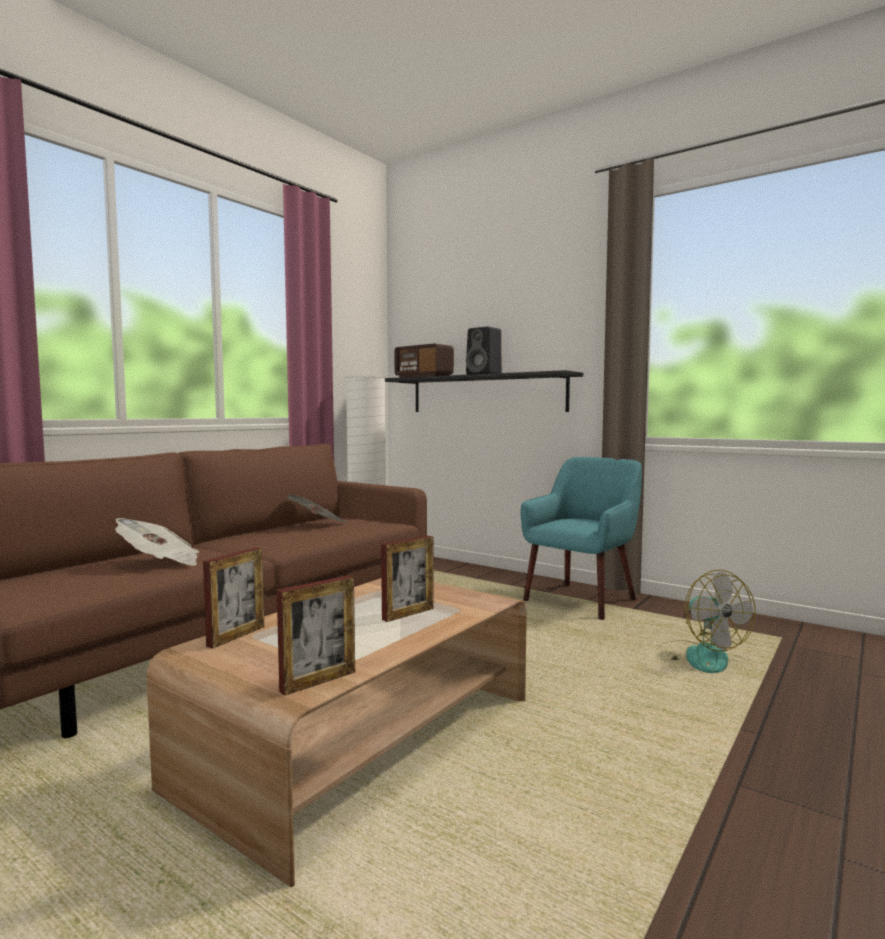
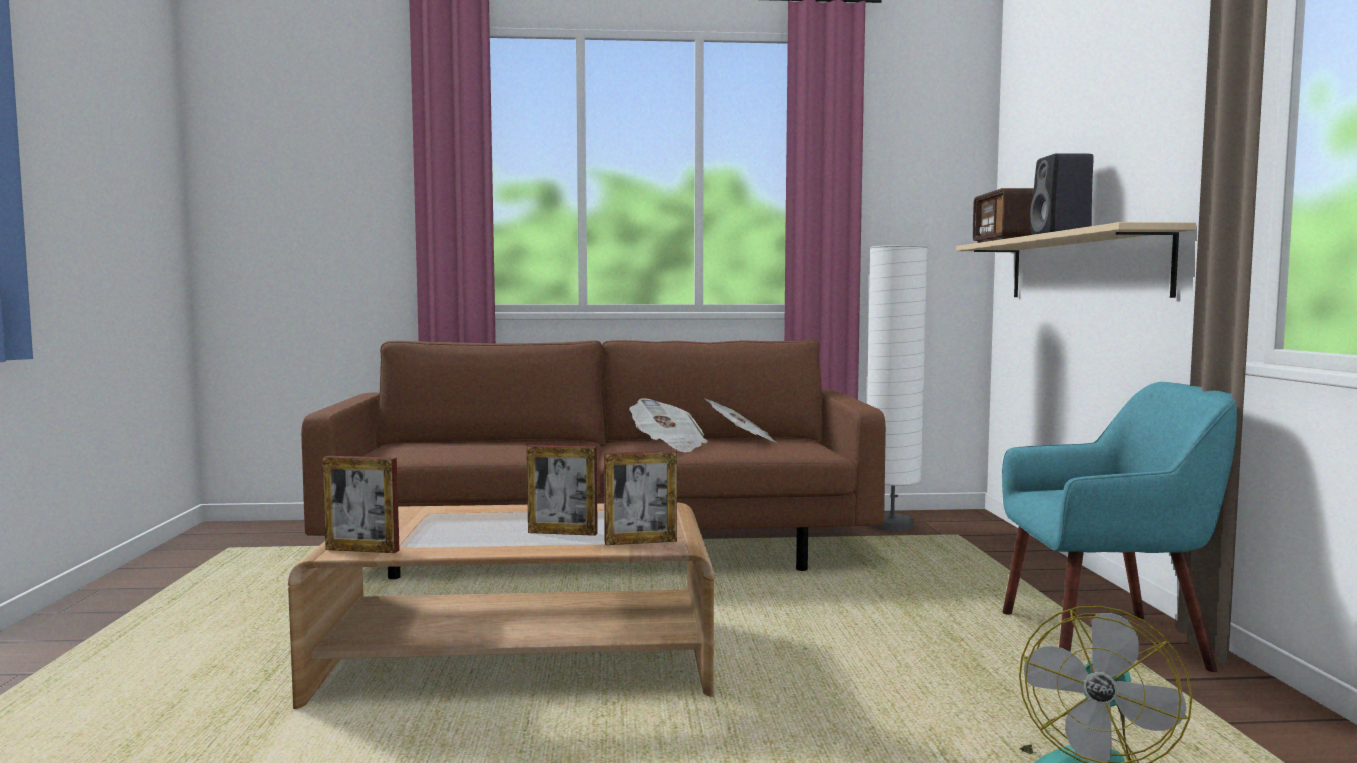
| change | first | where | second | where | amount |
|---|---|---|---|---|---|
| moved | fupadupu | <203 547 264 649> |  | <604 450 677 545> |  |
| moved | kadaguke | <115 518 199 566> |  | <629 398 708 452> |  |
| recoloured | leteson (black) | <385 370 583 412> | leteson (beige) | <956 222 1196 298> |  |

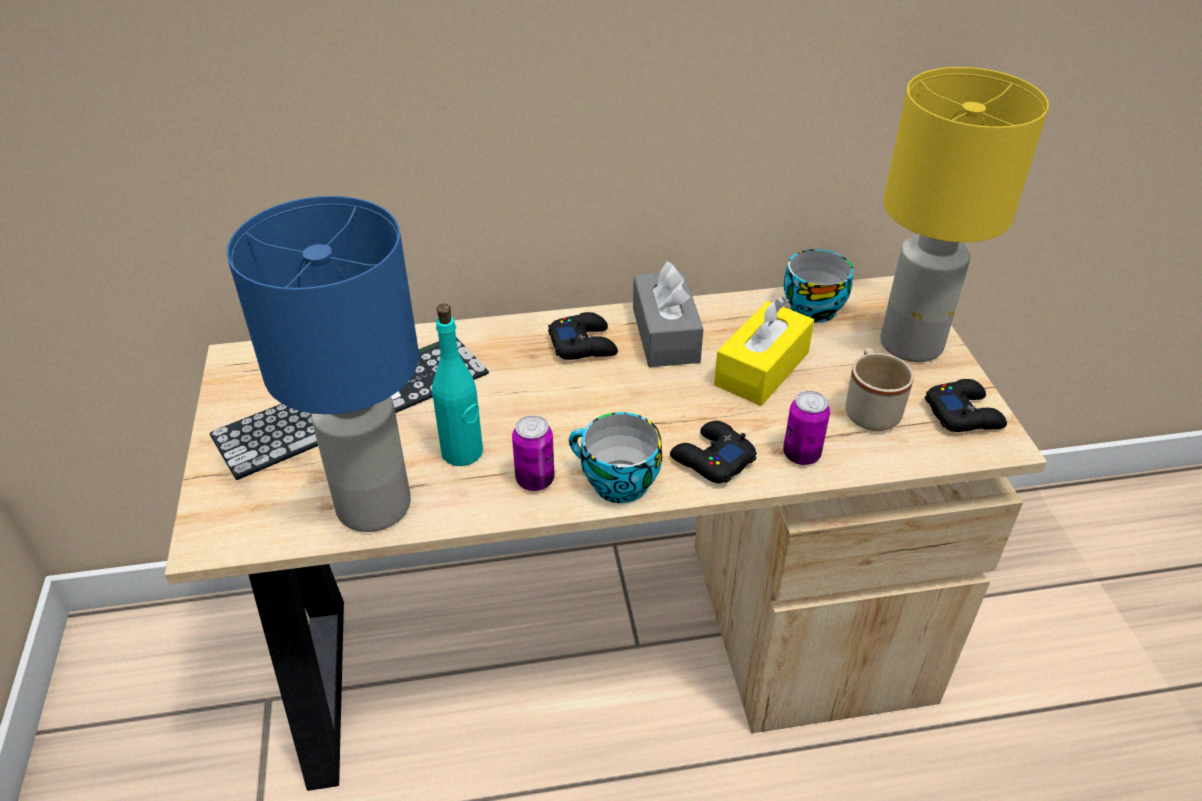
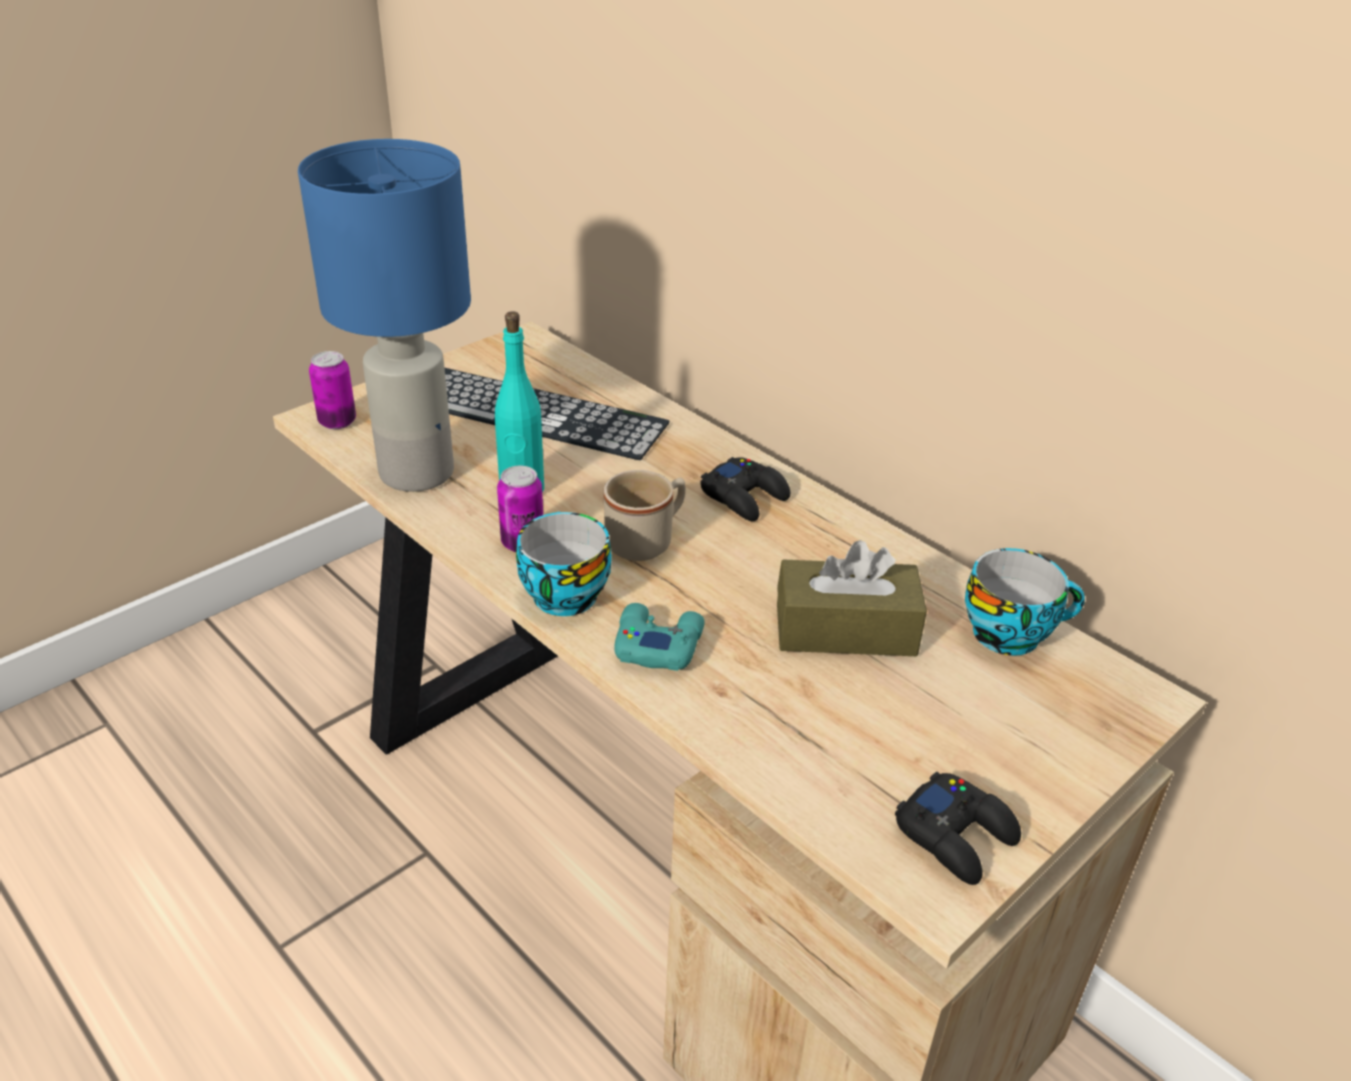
| change | first | where | second | where | amount |
|---|---|---|---|---|---|
| moved | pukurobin | <783 391 830 465> |  | <309 351 356 429> |  |
| moved | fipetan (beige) | <846 348 914 431> |  | <604 470 685 561> |  |
| recoloured | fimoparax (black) | <670 421 757 483> | fimoparax (turquoise) | <614 603 704 671> |  |
| recoloured | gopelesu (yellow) | <714 296 814 406> | gopelesu (brown) | <777 540 927 656> |  |
| removed | gopelesu (grey) | <633 261 703 367> |  |  |  |
| removed | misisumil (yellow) | <880 67 1049 362> |  |  |  |

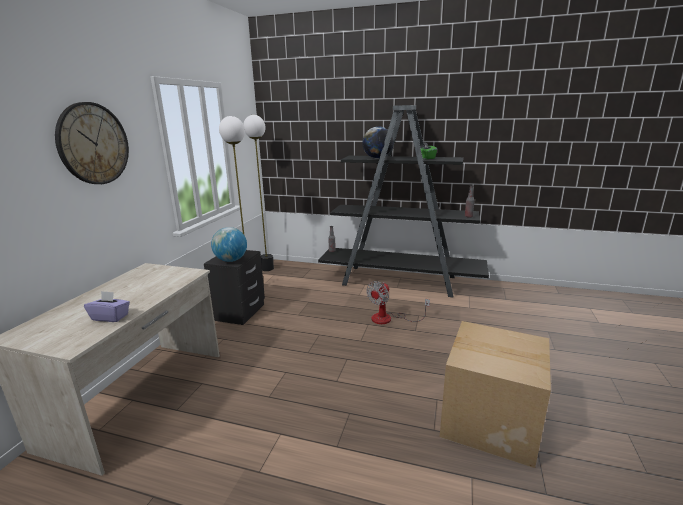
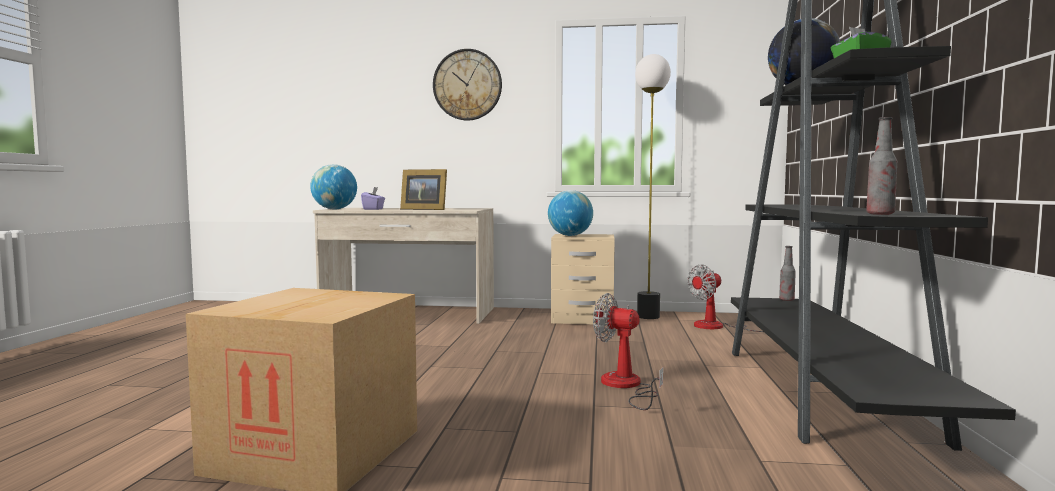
| change | first | where | second | where | amount |
|---|---|---|---|---|---|
| added |  |  | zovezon | <310 164 357 210> |  |
| added |  |  | fupadupu | <400 169 447 210> |  |
| recoloured | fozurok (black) | <204 250 265 325> | fozurok (beige) | <551 234 615 324> |  |
| added |  |  | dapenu | <687 264 763 332> |  |
| removed | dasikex | <243 115 274 271> |  |  |  |

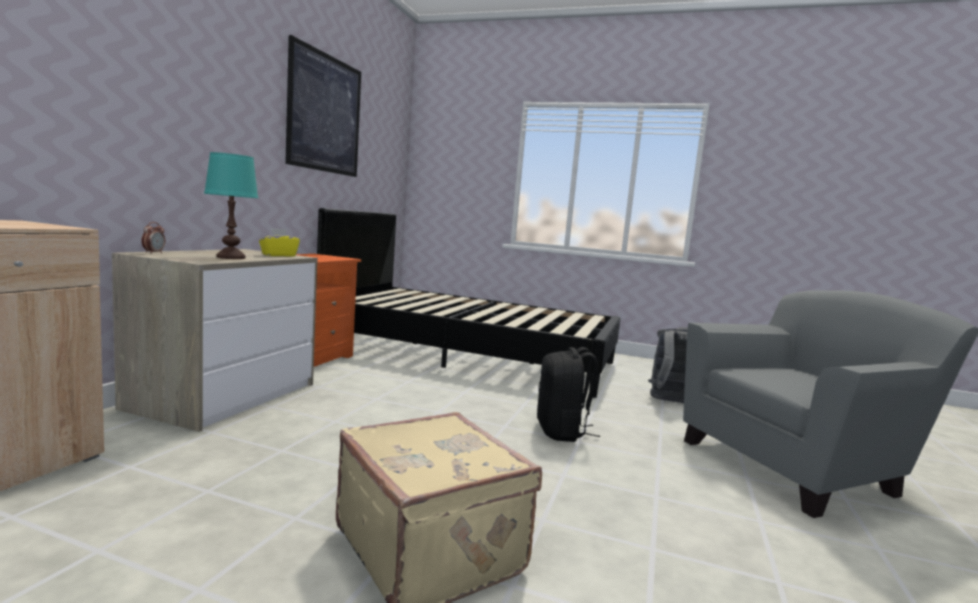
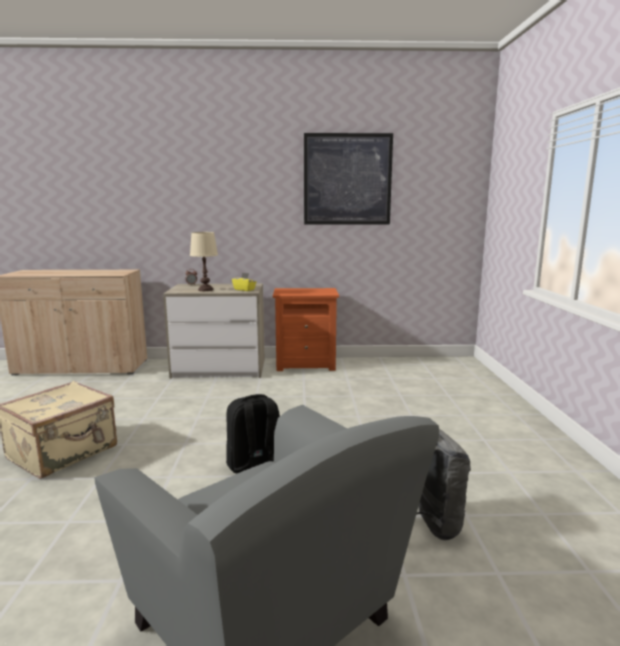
| change | first | where | second | where | amount |
|---|---|---|---|---|---|
| recoloured | misisumil (turquoise) | <204 152 258 259> | misisumil (beige) | <190 232 218 291> |  |
| removed | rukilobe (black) | <317 208 620 398> |  |  |  |

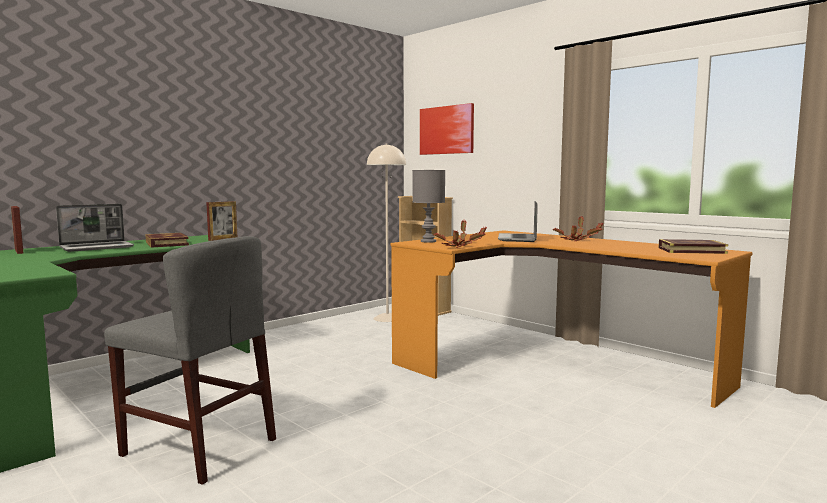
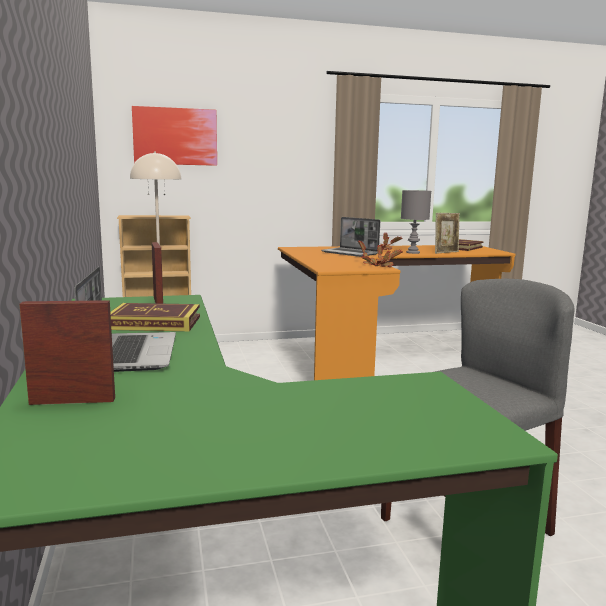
| change | first | where | second | where | amount |
|---|---|---|---|---|---|
| moved | misisumil (grey) | <412 170 445 243> |  | <401 190 431 254> |  |
| added |  |  | fupadupu | <435 213 460 254> |  |

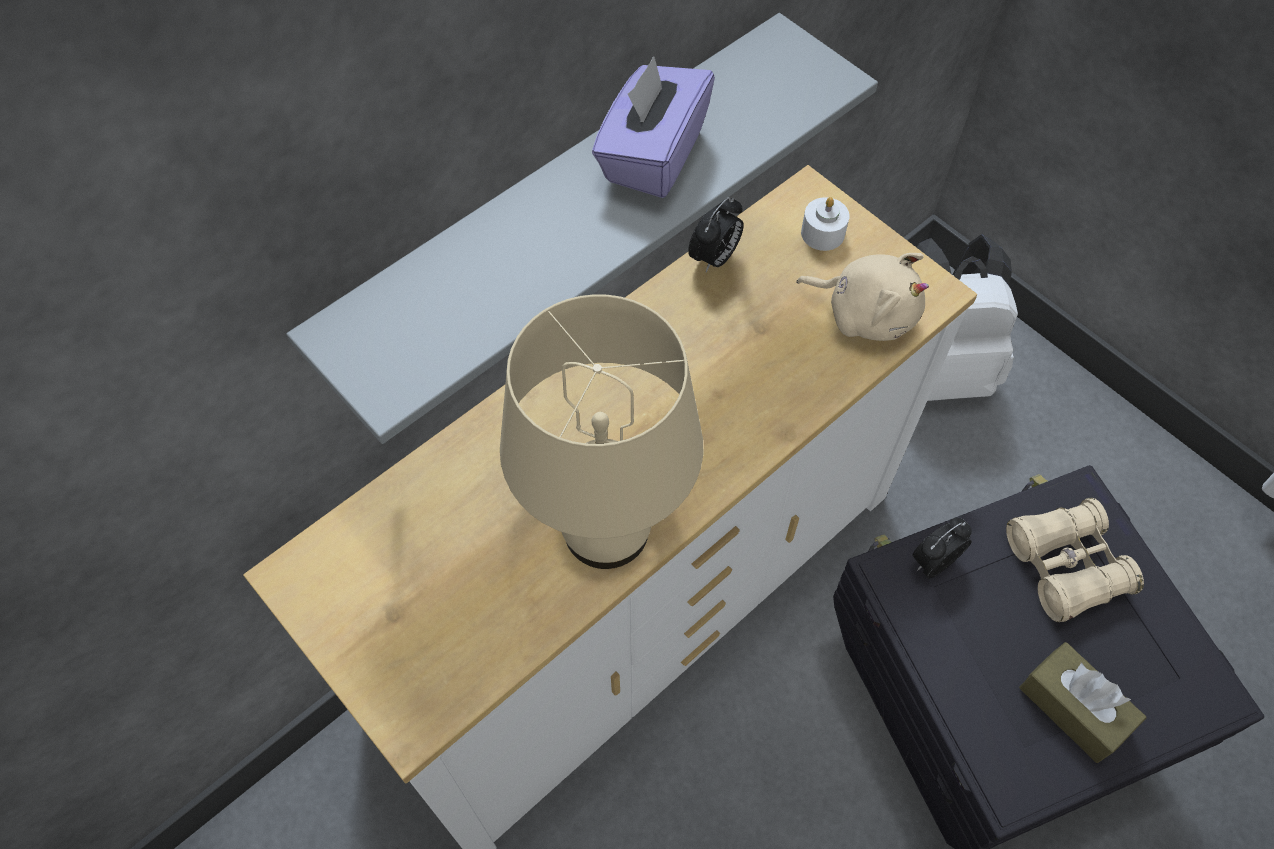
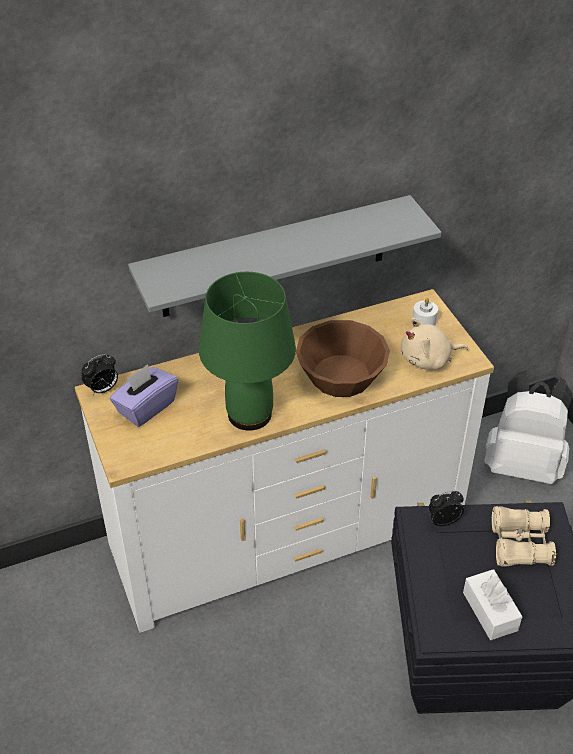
| change | first | where | second | where | amount |
|---|---|---|---|---|---|
| moved | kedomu | <688 197 744 272> |  | <81 354 118 395> |  |
| moved | gopelesu (purple) | <592 56 715 198> |  | <110 364 178 427> |  |
| recoloured | misisumil (beige) | <500 294 703 569> | misisumil (green) | <199 272 296 431> |  |
| added |  |  | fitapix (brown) | <296 320 390 397> |  |
| turned | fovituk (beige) | <796 253 929 341> |  | <401 317 468 370> | 120 degrees clockwise |
| recoloured | gopelesu (brown) | <1019 642 1147 763> | gopelesu (white) | <463 569 523 640> |  |

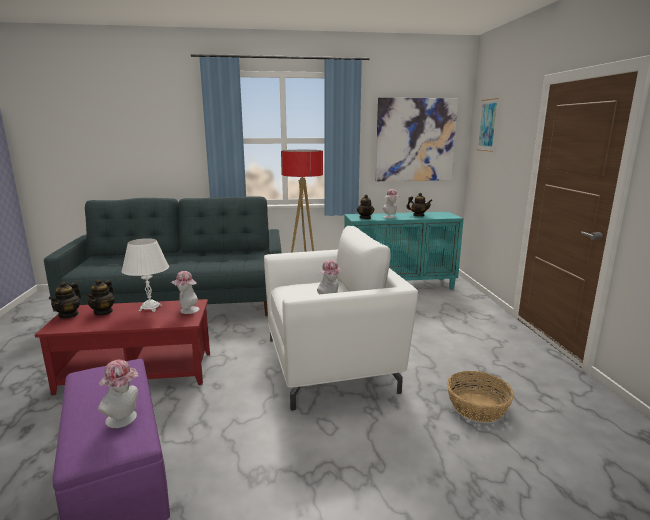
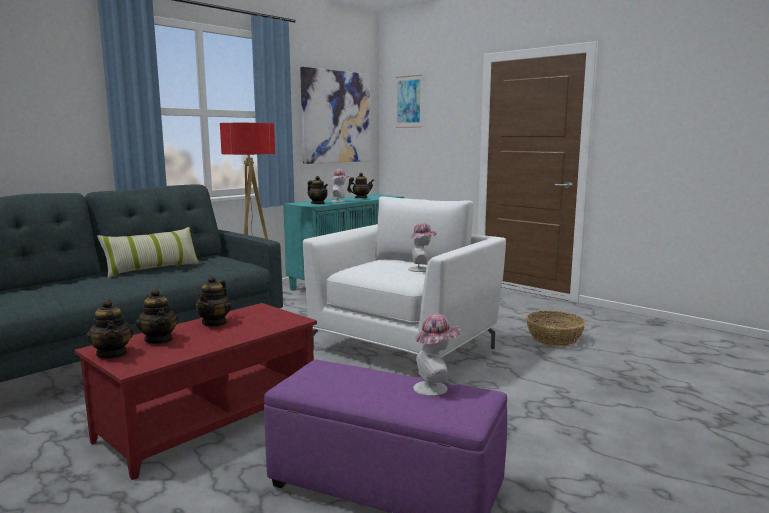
| change | first | where | second | where | amount |
|---|---|---|---|---|---|
| added |  |  | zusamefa | <97 227 201 278> |  |
| replaced | misisumil (white) | <121 238 169 312> | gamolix | <195 276 231 327> |  |
| removed | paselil | <171 271 199 314> |  |  |  |

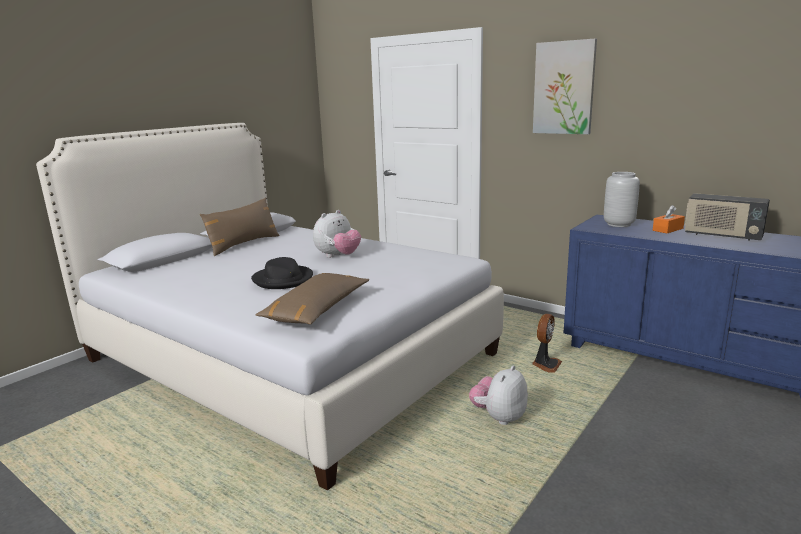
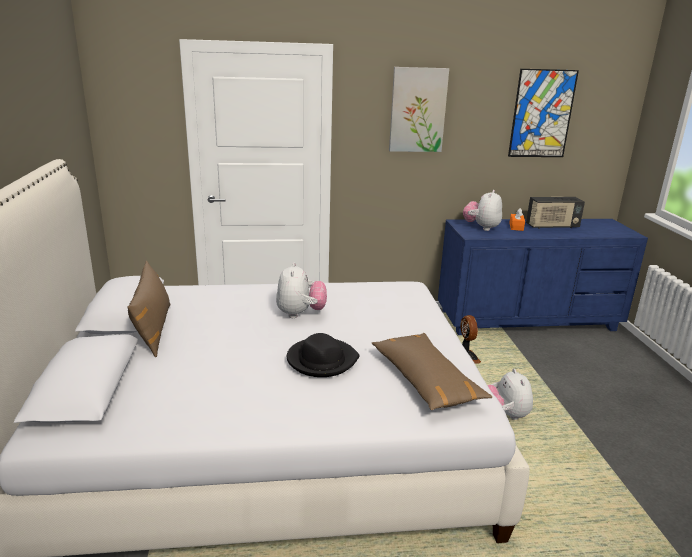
| change | first | where | second | where | amount |
|---|---|---|---|---|---|
| replaced | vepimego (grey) | <604 172 640 227> | fovituk | <463 190 502 231> |  |
| added |  |  | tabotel | <508 69 579 157> |  |

